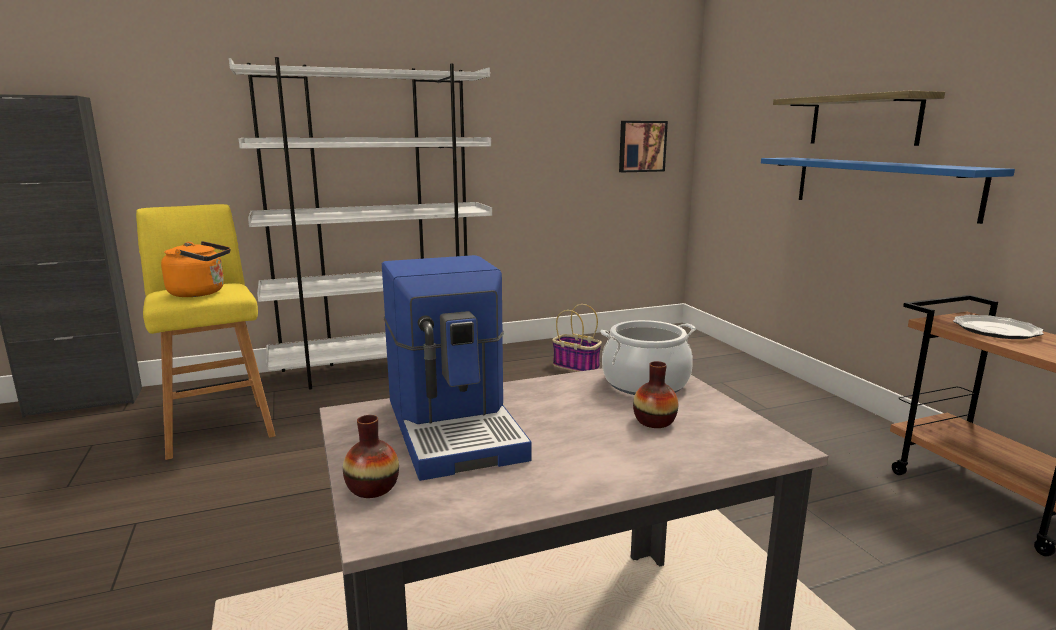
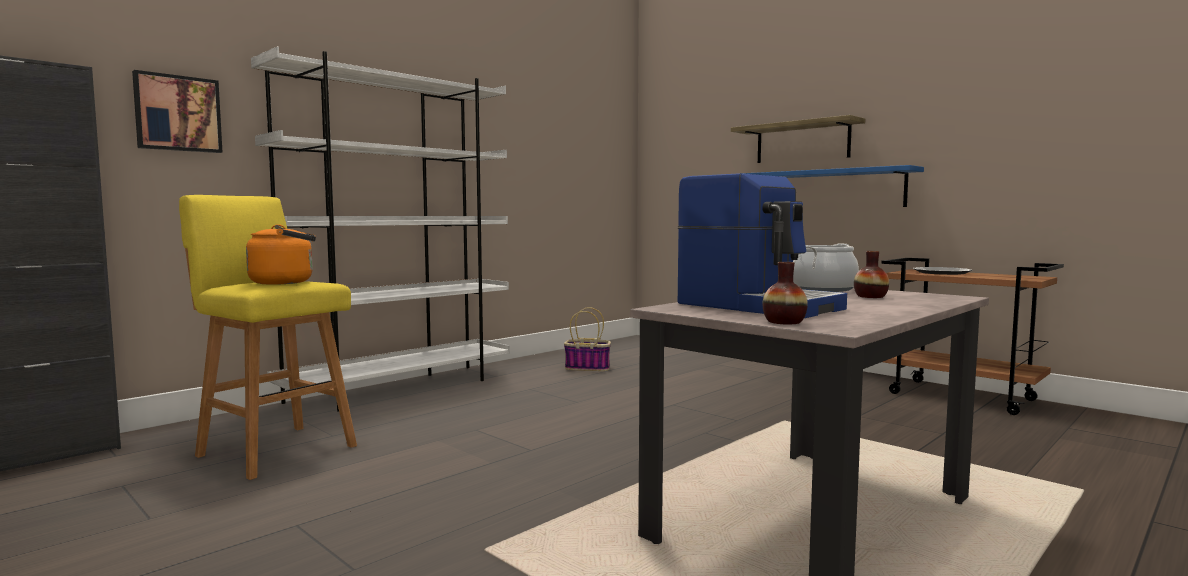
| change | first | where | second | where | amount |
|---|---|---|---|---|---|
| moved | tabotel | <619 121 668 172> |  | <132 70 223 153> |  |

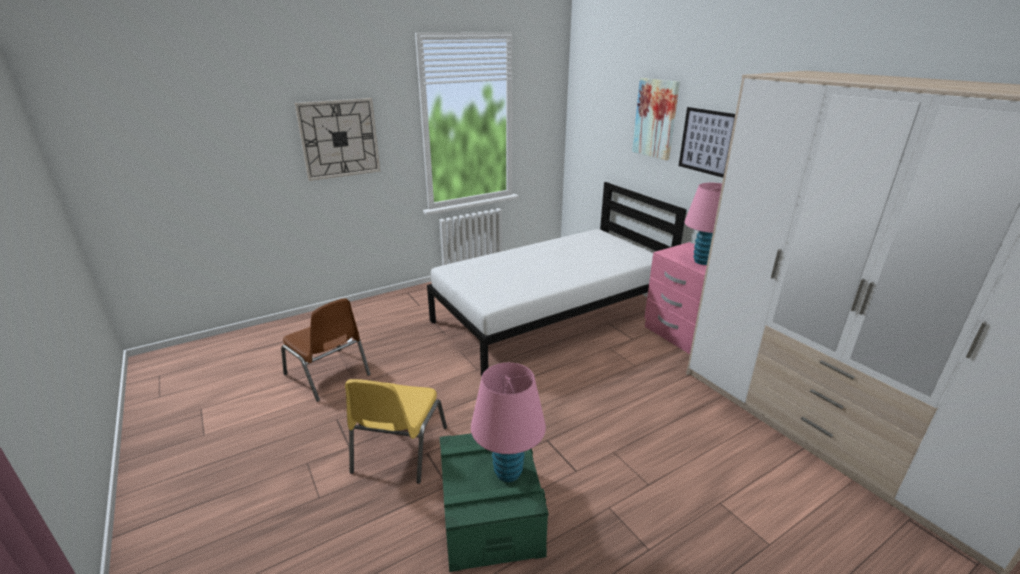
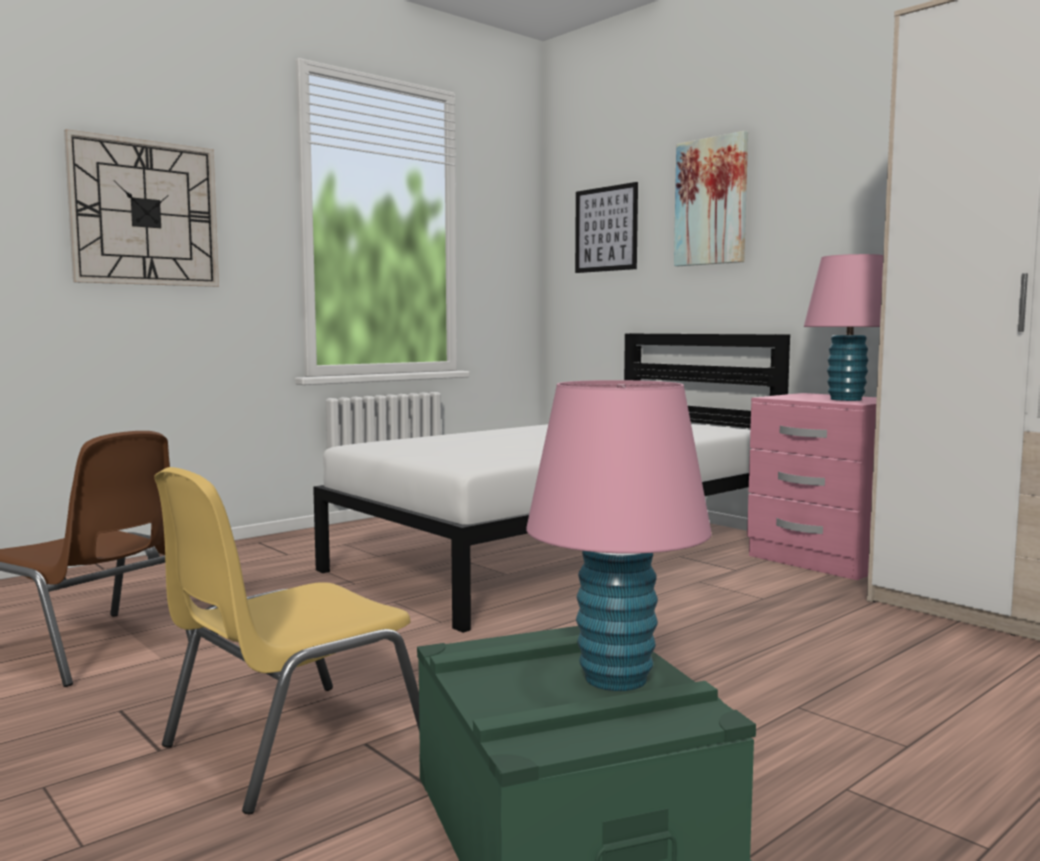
| change | first | where | second | where | amount |
|---|---|---|---|---|---|
| turned | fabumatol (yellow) | <345 379 447 484> |  | <154 467 420 814> | 45 degrees clockwise |
| moved | tabotel | <679 107 735 178> |  | <575 182 638 273> |  |

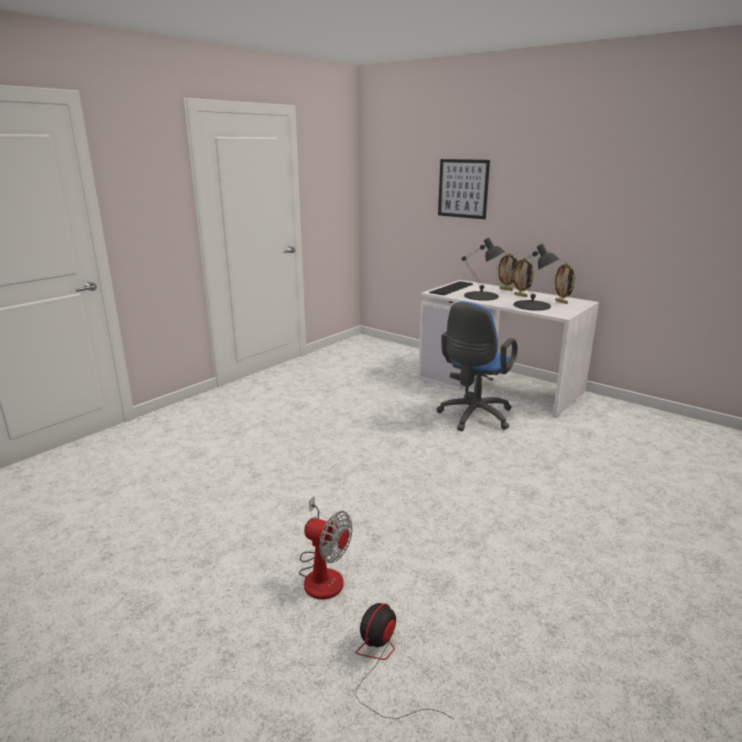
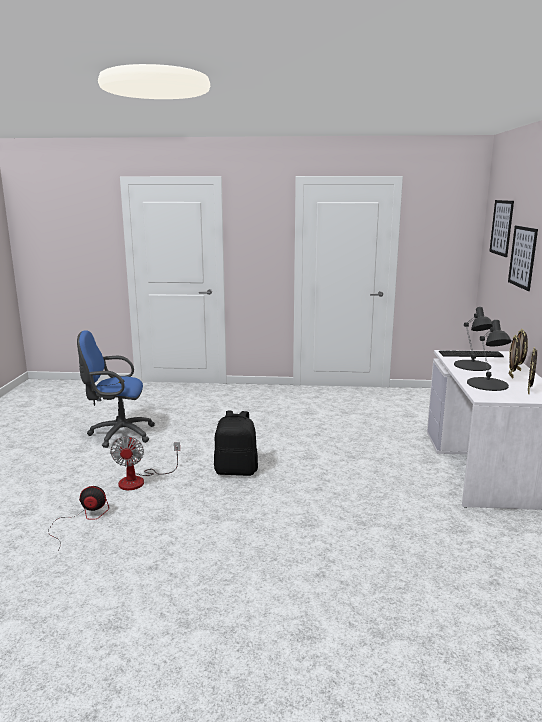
| change | first | where | second | where | amount |
|---|---|---|---|---|---|
| moved | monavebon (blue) | <436 301 518 431> |  | <77 330 155 448> |  |
| added |  |  | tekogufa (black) | <214 411 258 476> |  |
| added |  |  | tabotel | <489 200 514 257> |  |

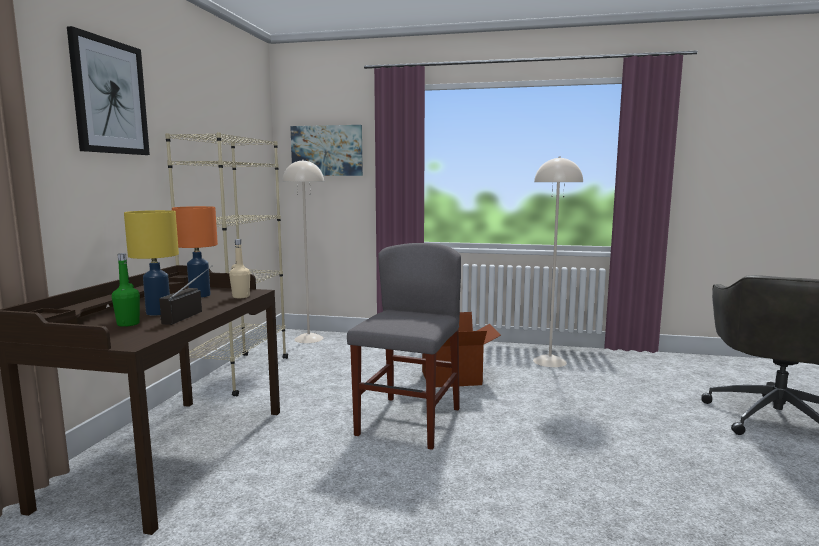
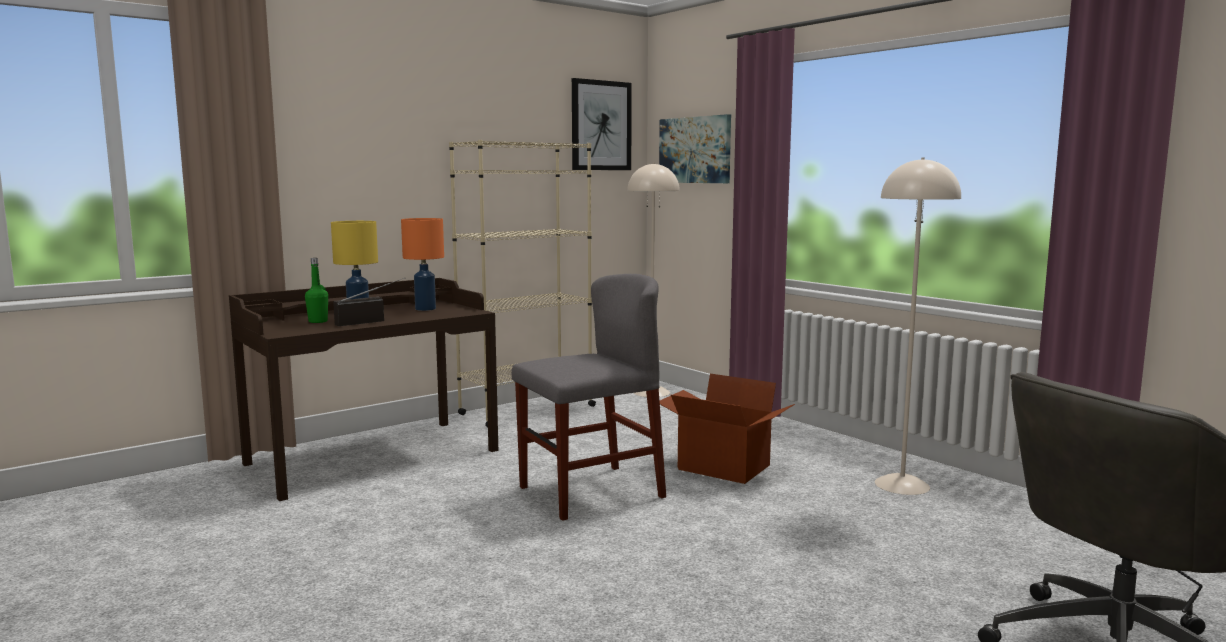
| change | first | where | second | where | amount |
|---|---|---|---|---|---|
| moved | tabotel | <67 26 150 155> |  | <572 78 632 170> |  |
| removed | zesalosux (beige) | <229 239 250 298> |  |  |  |

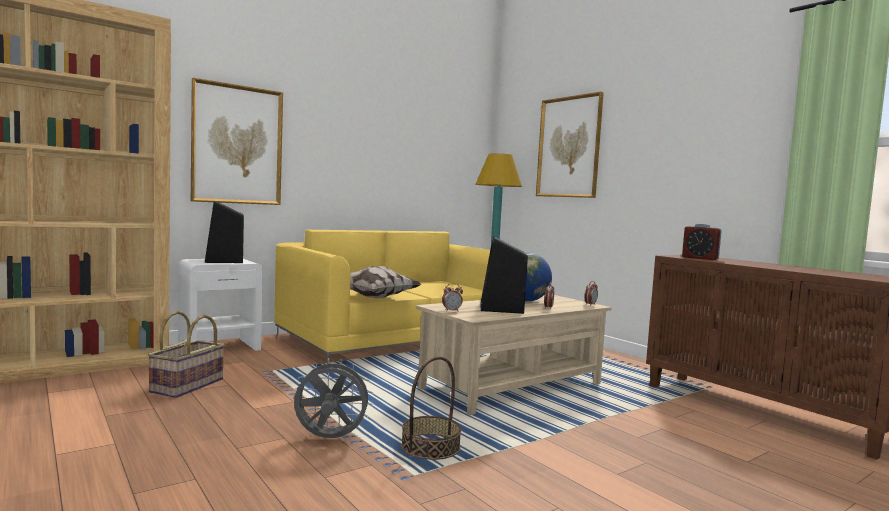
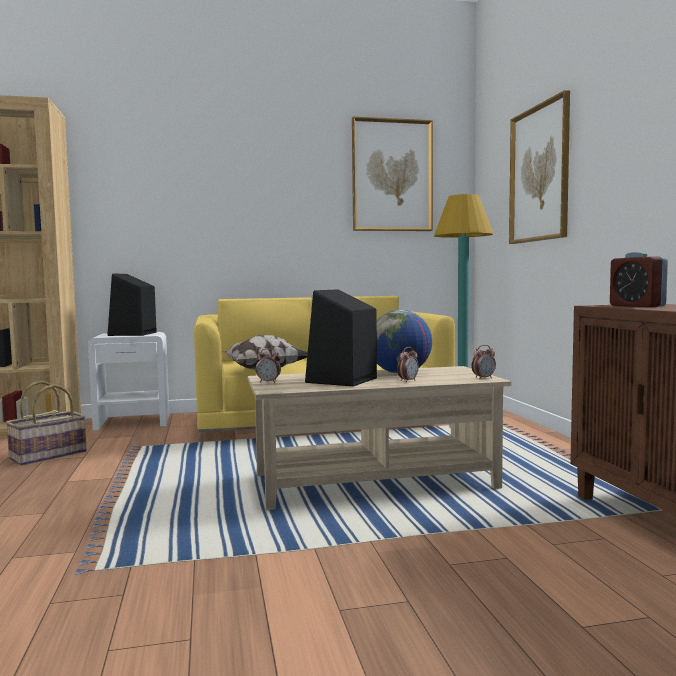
| change | first | where | second | where | amount |
|---|---|---|---|---|---|
| moved | tabotel | <191 78 283 205> |  | <352 117 433 231> |  |
| removed | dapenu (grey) | <293 358 373 438> |  |  |  |
| removed | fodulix | <401 356 461 460> |  |  |  |

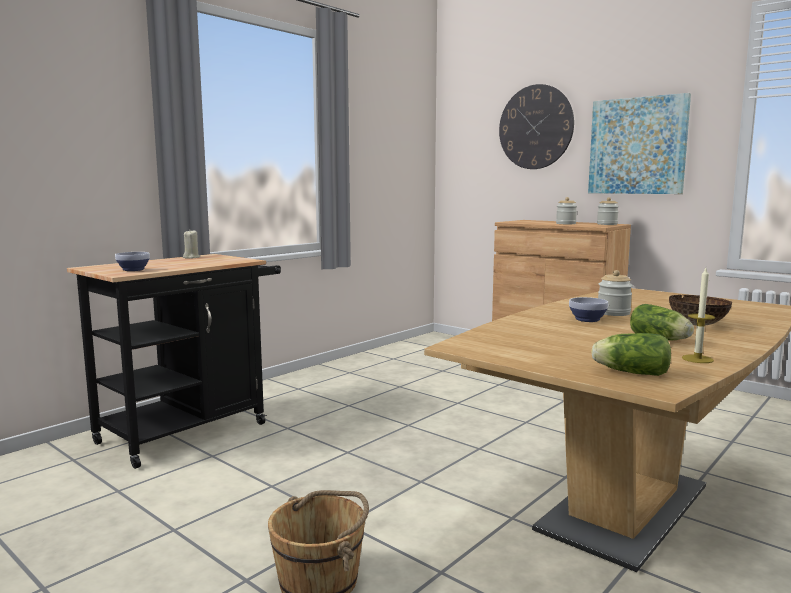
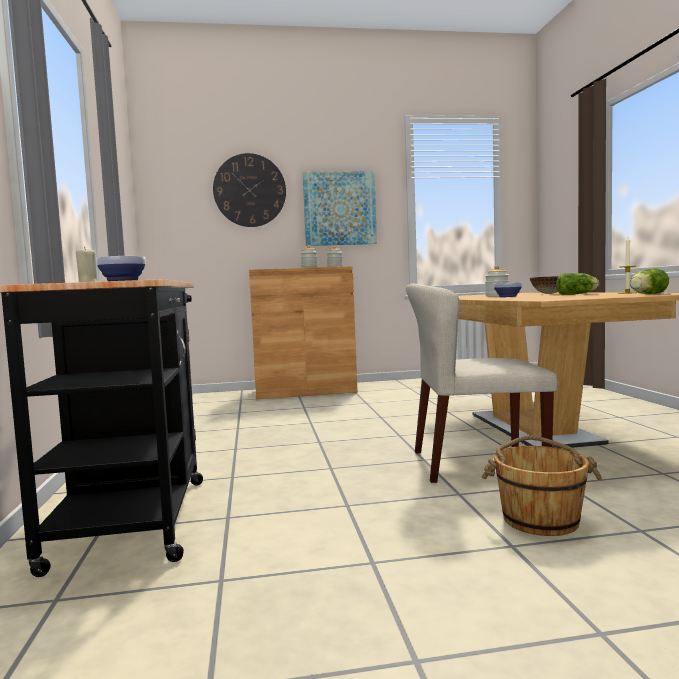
| change | first | where | second | where | amount |
|---|---|---|---|---|---|
| added |  |  | fabumatol (beige) | <406 284 558 483> |  |

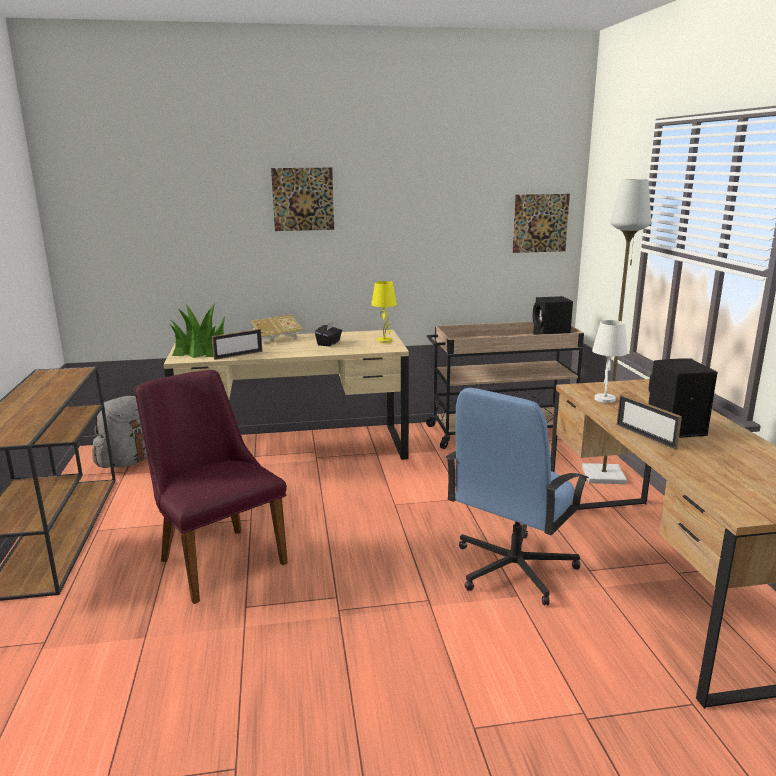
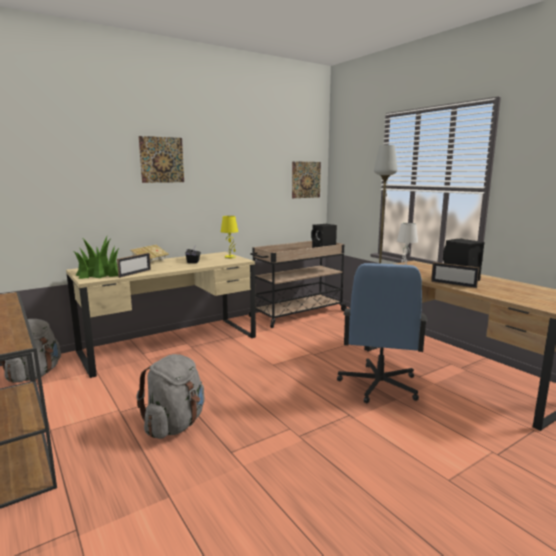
| change | first | where | second | where | amount |
|---|---|---|---|---|---|
| replaced | fabumatol (purple) | <135 370 288 604> | tekogufa (grey) | <136 354 205 439> |  |

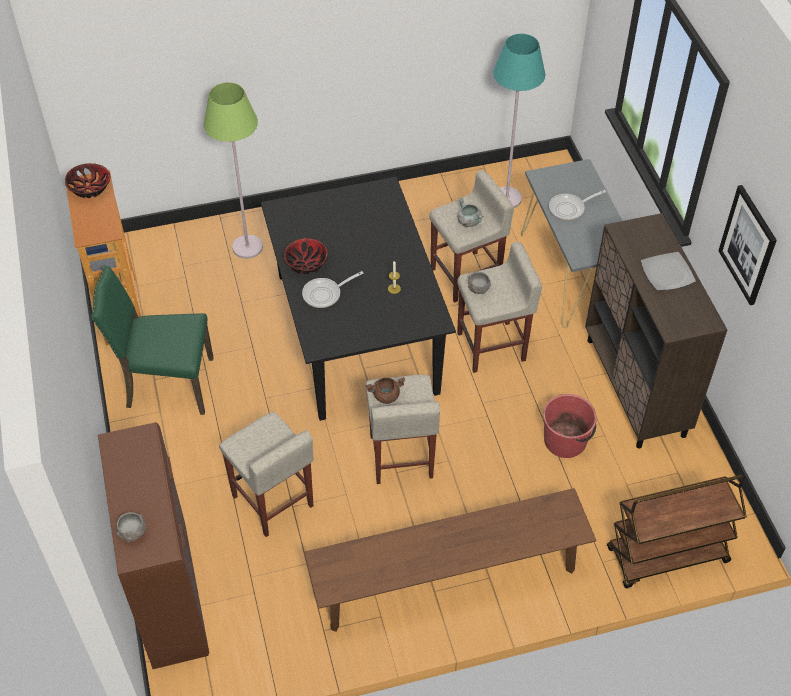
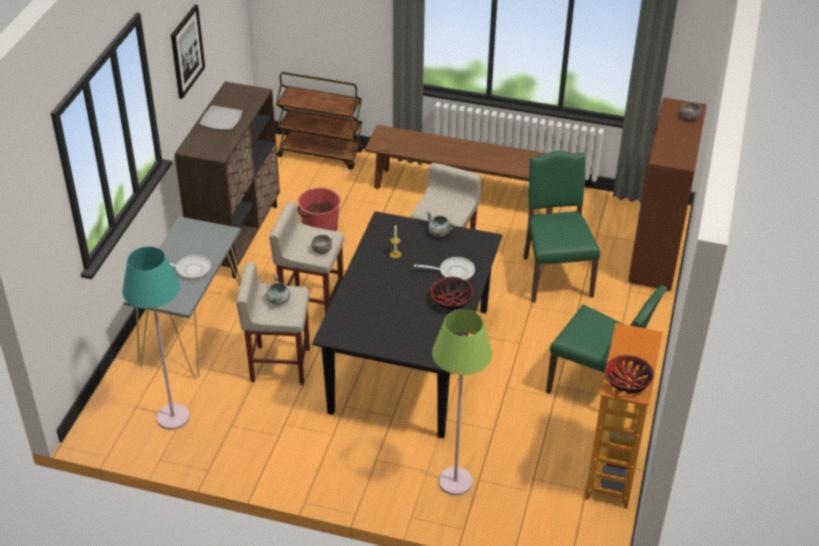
| change | first | where | second | where | amount |
|---|---|---|---|---|---|
| added |  |  | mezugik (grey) | <426 211 455 237> |  |
| replaced | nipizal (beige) | <219 412 314 537> | fabumatol (green) | <523 151 601 303> |  |
| removed | mezugik (brown) | <365 377 405 404> |  |  |  |

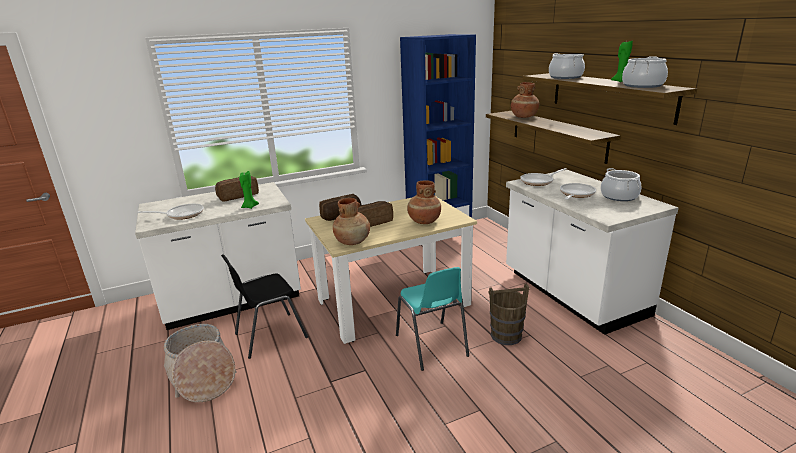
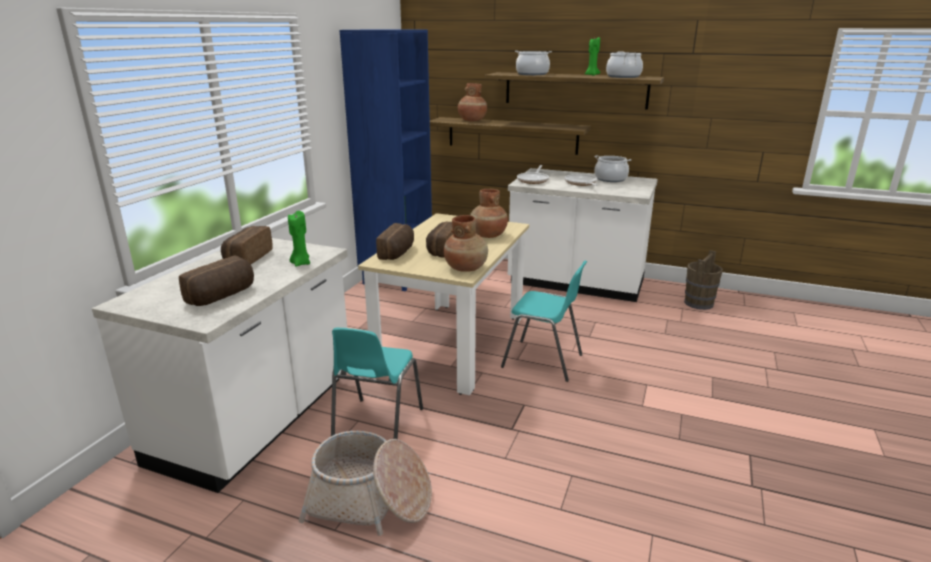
| change | first | where | second | where | amount |
|---|---|---|---|---|---|
| replaced | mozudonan | <137 204 204 220> | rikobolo | <179 255 254 306> |  |
| recoloured | fabumatol (black) | <221 254 308 359> | fabumatol (turquoise) | <331 328 423 439> |  |
| moved | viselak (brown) | <488 283 529 345> |  | <684 250 723 310> |  |

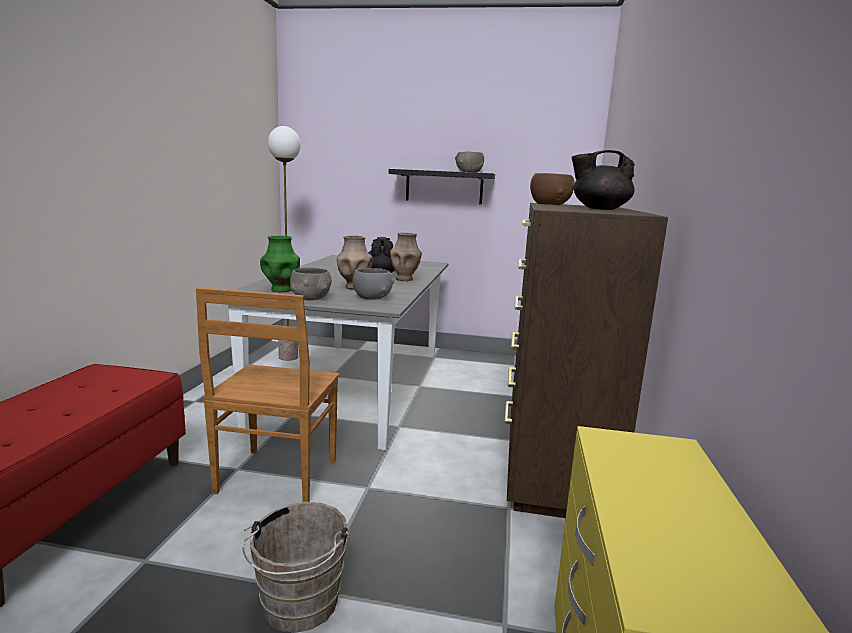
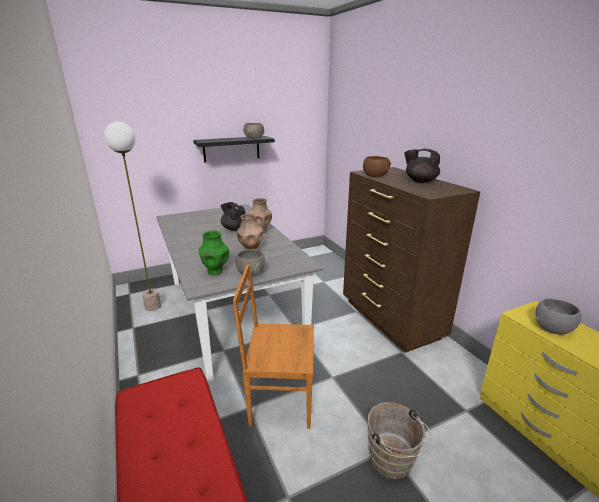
| change | first | where | second | where | amount |
|---|---|---|---|---|---|
| turned | fabumatol (brown) | <196 287 339 502> |  | <233 264 314 429> | 120 degrees clockwise |
| turned | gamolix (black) | <571 150 635 210> |  | <404 149 440 183> | 60 degrees clockwise |
| moved | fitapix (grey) | <353 268 394 299> |  | <535 298 582 334> |  |

